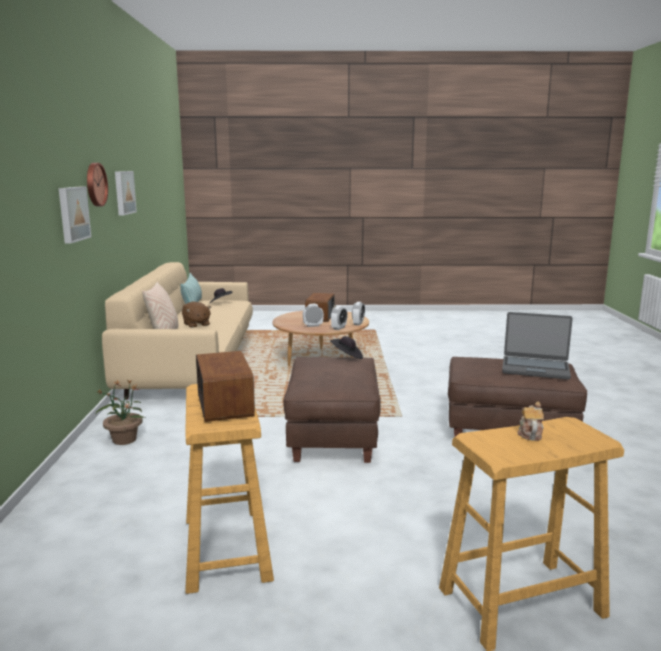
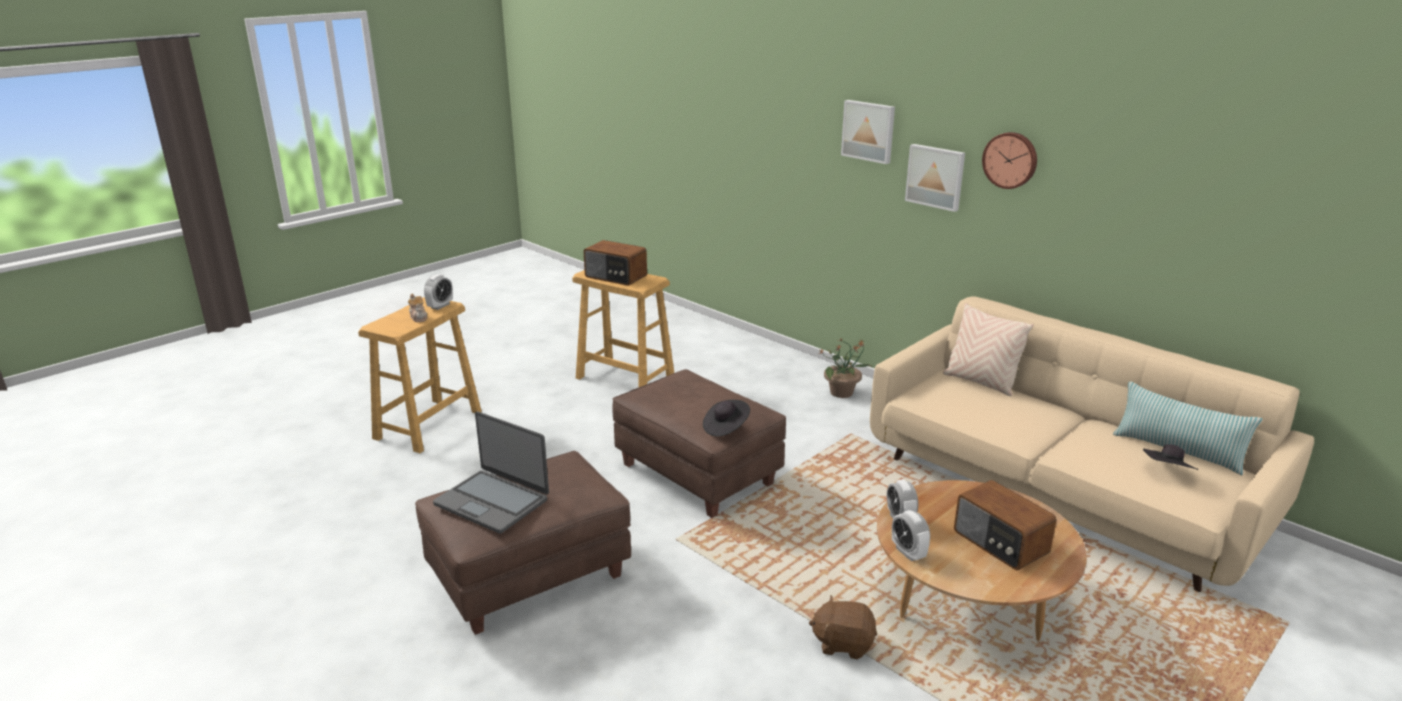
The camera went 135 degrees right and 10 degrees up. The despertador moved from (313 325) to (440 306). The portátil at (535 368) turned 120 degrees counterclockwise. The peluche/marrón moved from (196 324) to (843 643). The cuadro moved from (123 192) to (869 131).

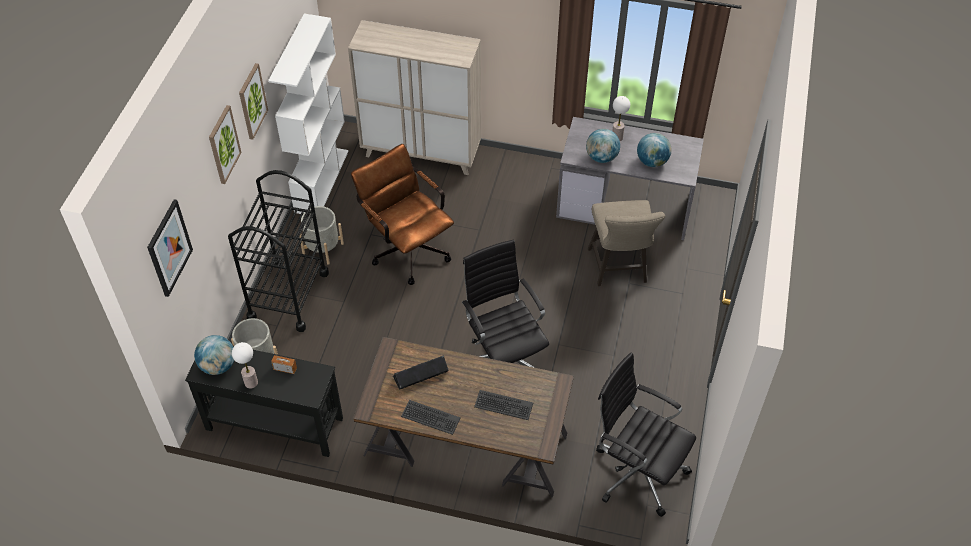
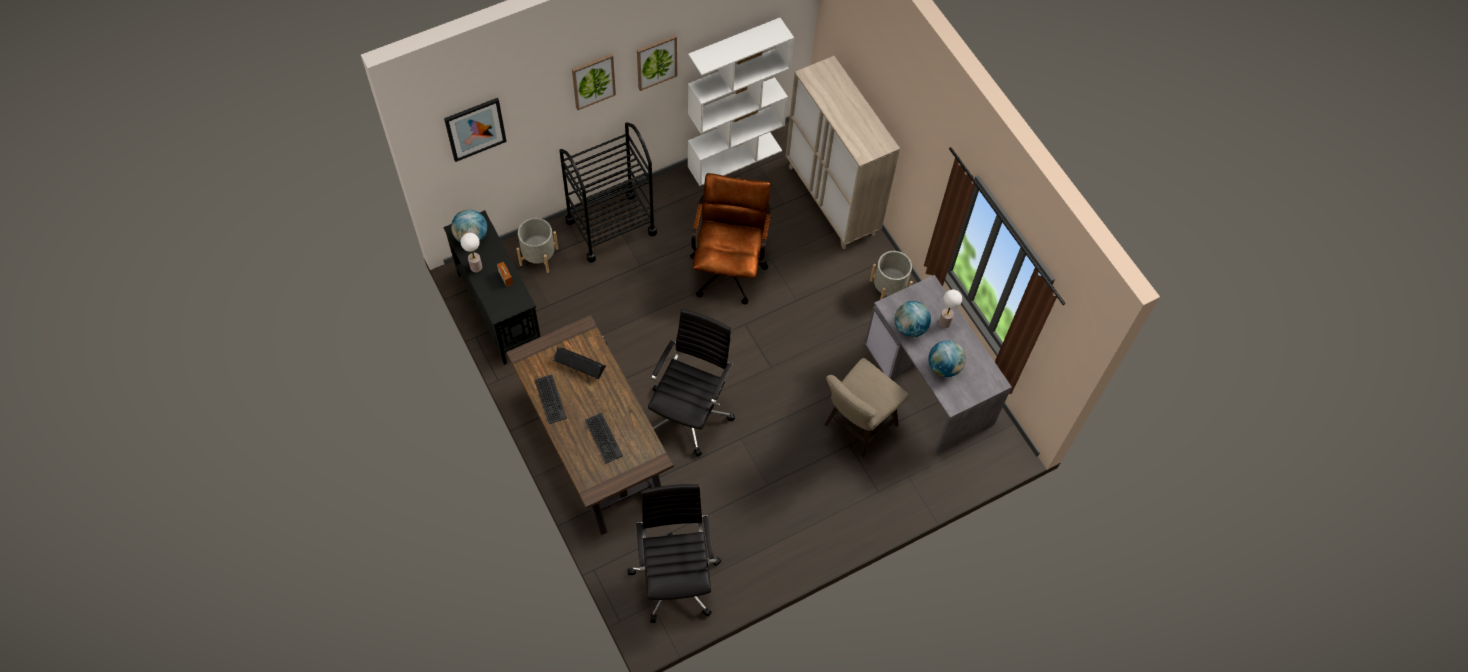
The camera went 45 degrees right and 10 degrees up. The maceta/gris moved from (323 249) to (888 289).

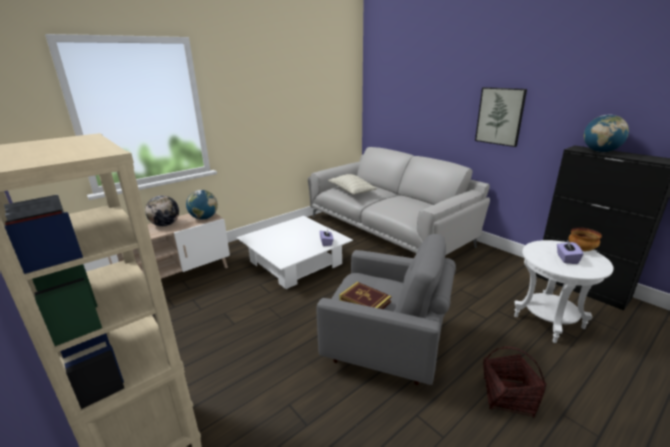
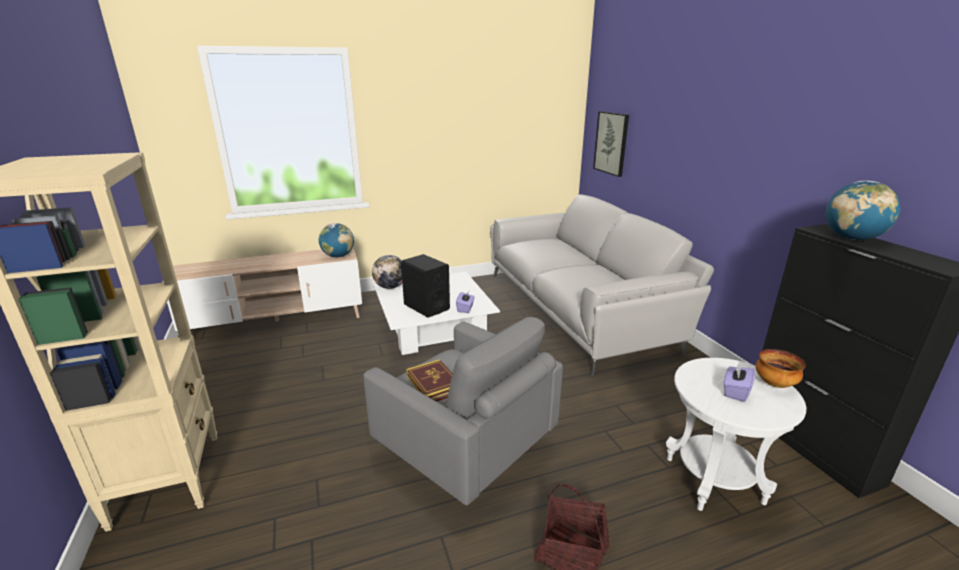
The camera went 20 degrees right and 0 degrees up. The globo terráqueo moved from (165 225) to (390 287). The altavoz/negro at (426 307) appeared. The cuadro moved from (500 116) to (611 143). The cojín at (351 191) disappeared.

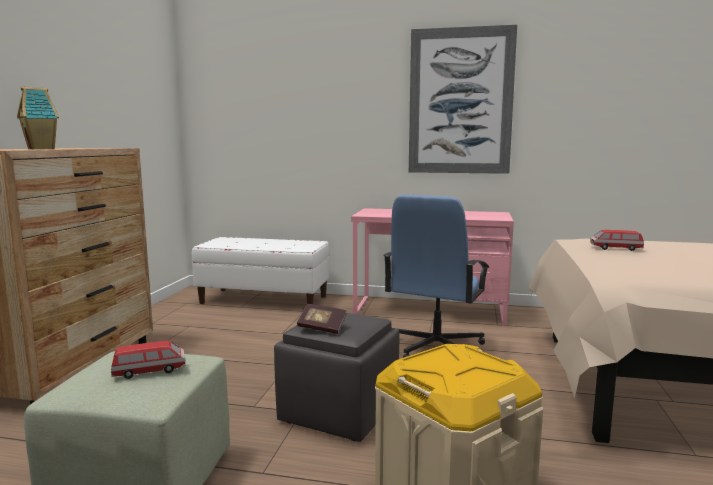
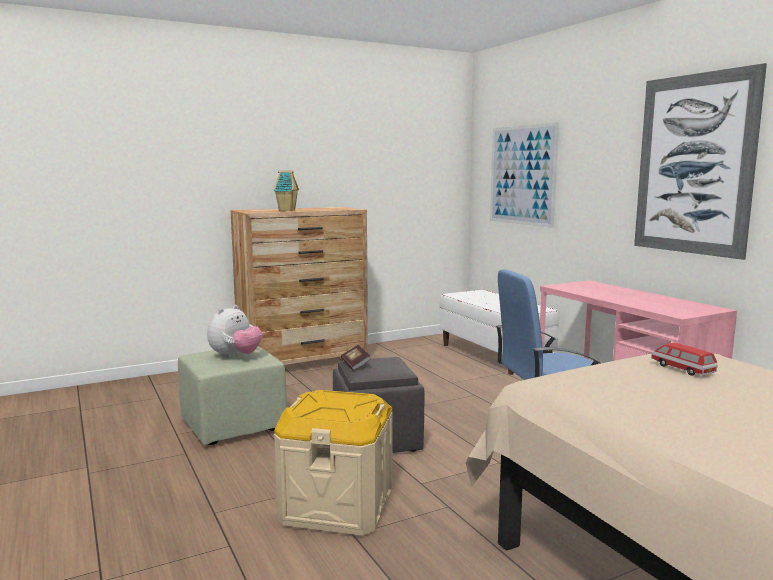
The camera went 50 degrees right and 0 degrees up. The coche de juguete at (150 371) was replaced by the peluche at (235 356). The cuadro at (522 175) appeared.

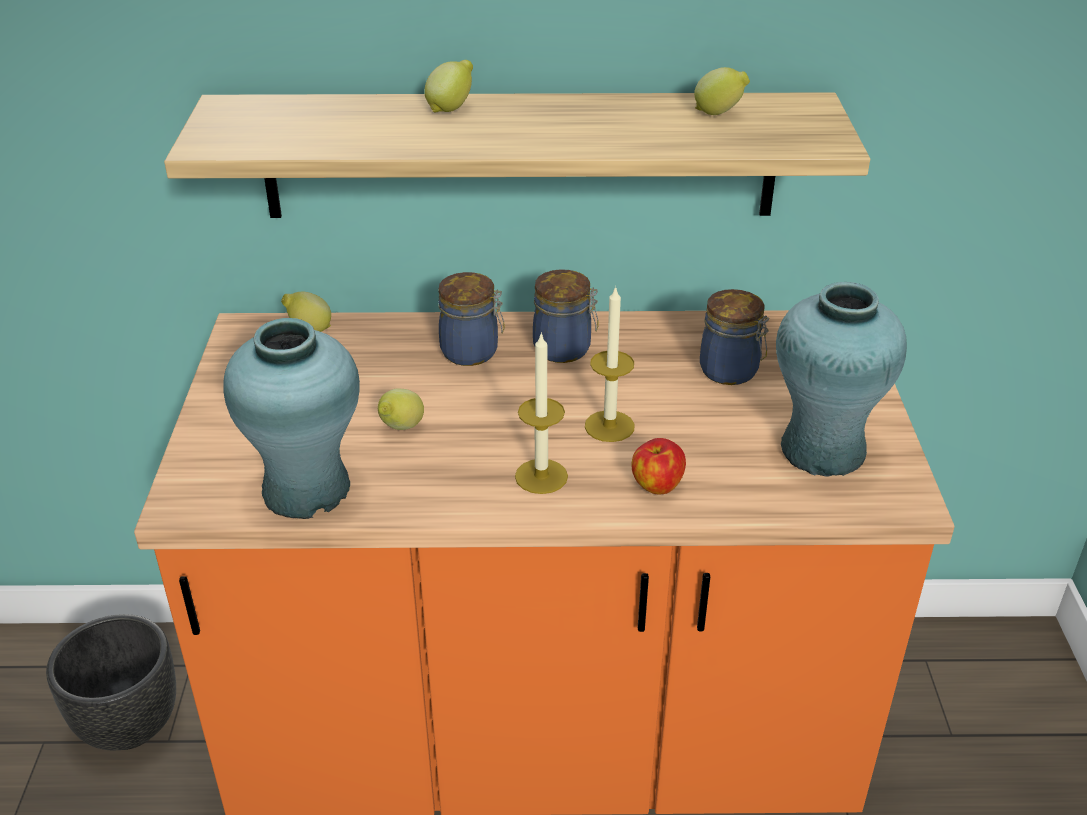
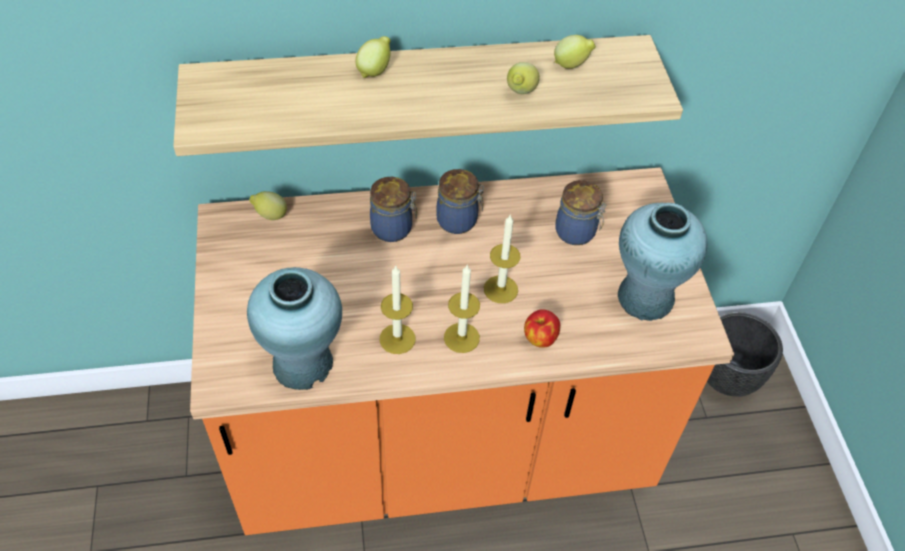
The camera went 10 degrees left and 15 degrees up. The vela at (397 339) appeared. The limón moved from (400 429) to (520 93). The maceta/negro moved from (130 727) to (727 379).

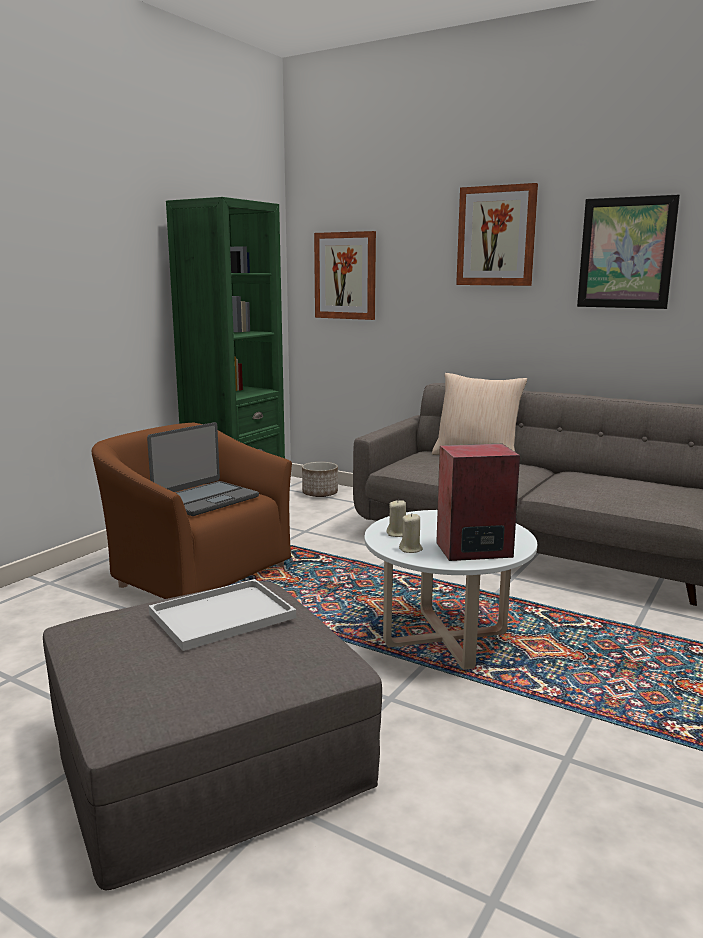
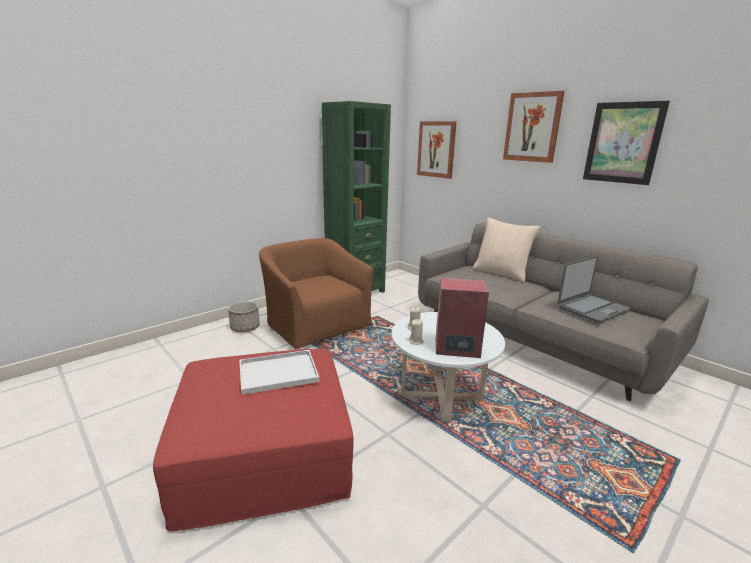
The camera went 15 degrees right and 5 degrees up. The puf/gris at (209 755) became the puf/rojo at (266 452). The maceta moved from (319 494) to (244 328). The portátil moved from (205 499) to (592 309).

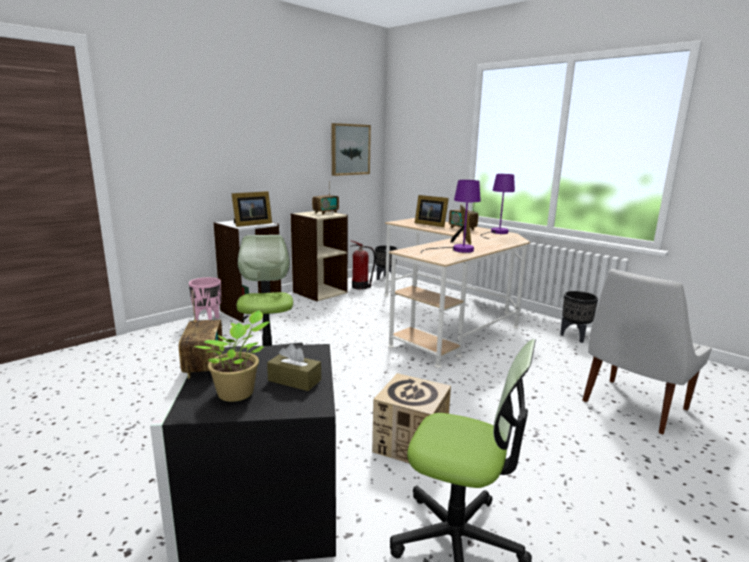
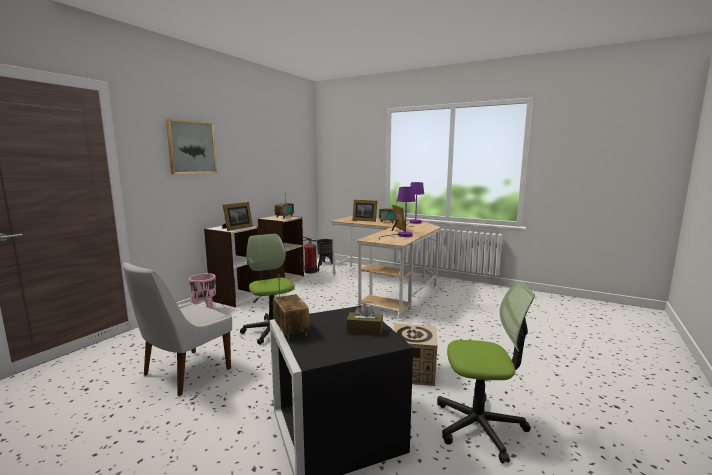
The camera went 15 degrees left and 5 degrees down. The silla/blanco moved from (632 406) to (184 373). The cuadro moved from (350 149) to (191 147). The planta en maceta at (238 393) disappeared. The maceta/negro at (574 337) disappeared.

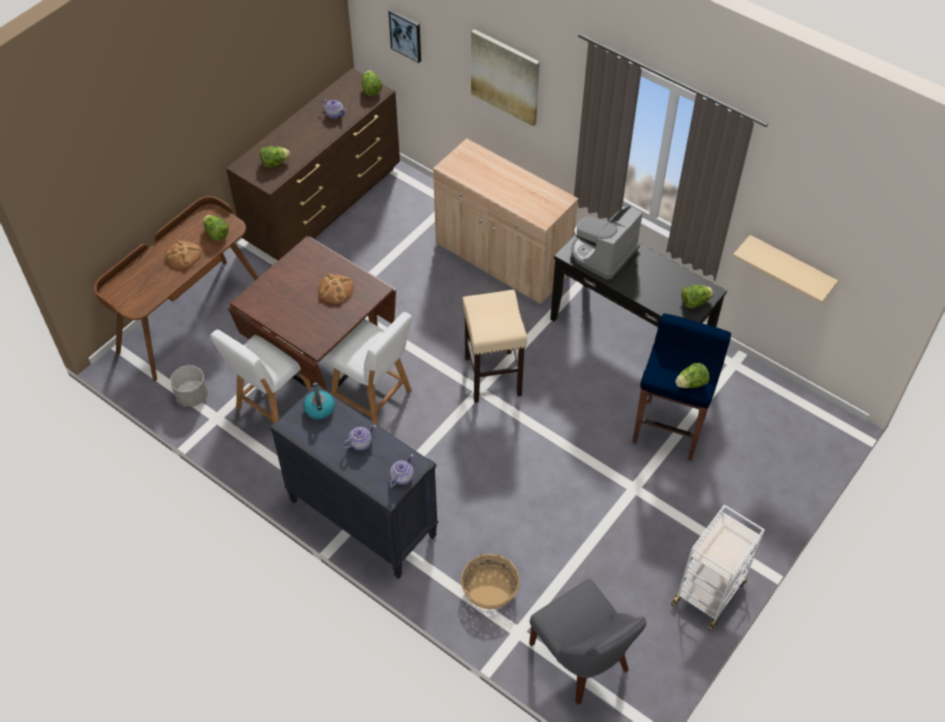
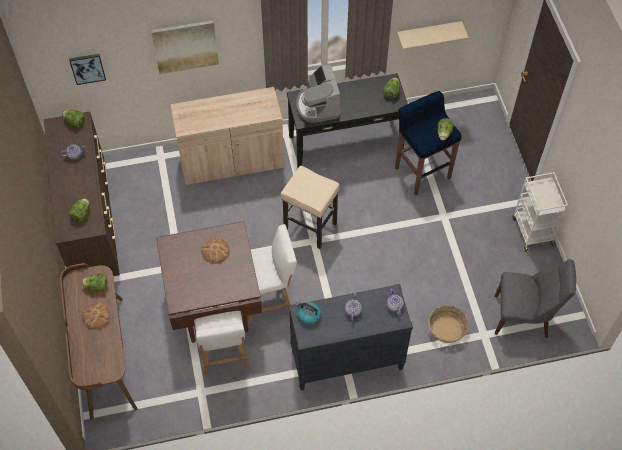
The camera went 50 degrees left and 5 degrees up. The maceta/gris at (192 396) disappeared.

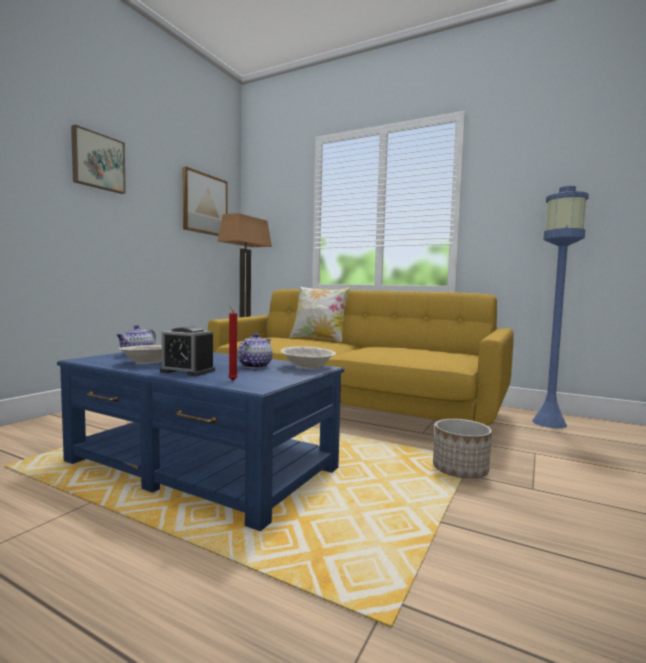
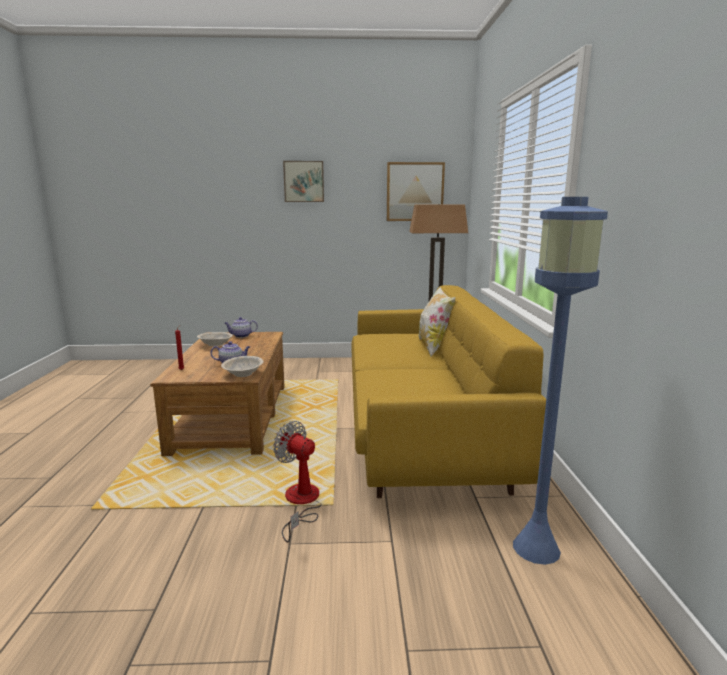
The camera went 60 degrees right and 10 degrees up. The mesa de centro/azul at (201 466) became the mesa de centro/marrón at (231 417). The maceta at (460 471) was replaced by the ventilador at (300 503). The despertador at (188 371) disappeared.

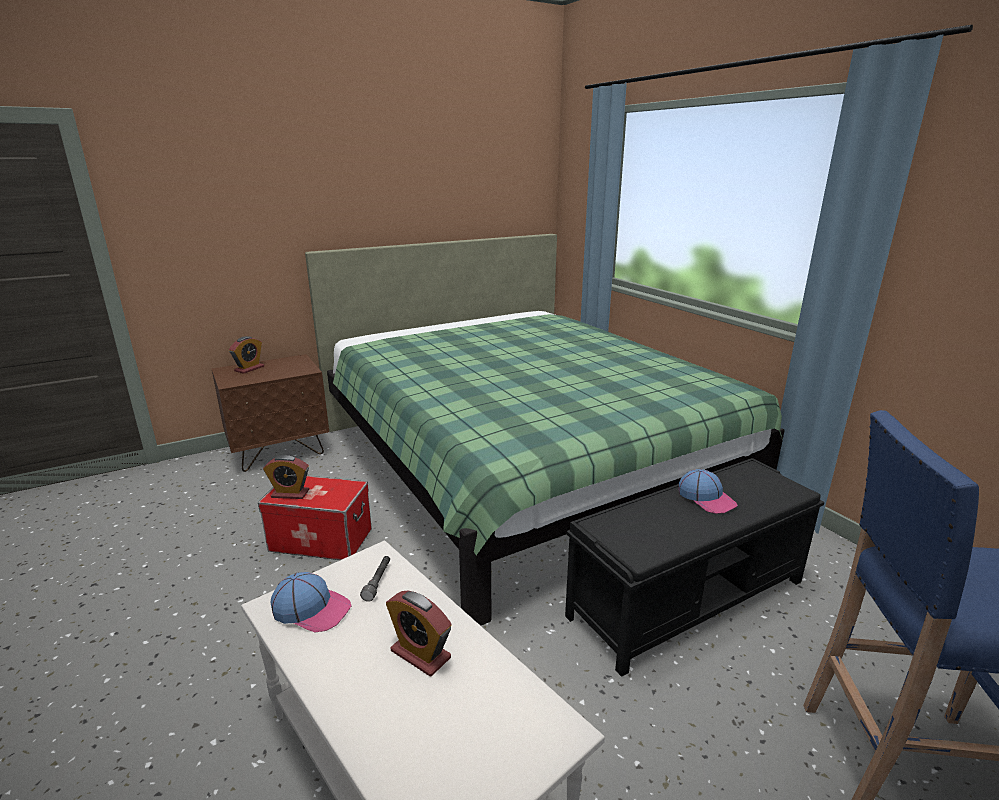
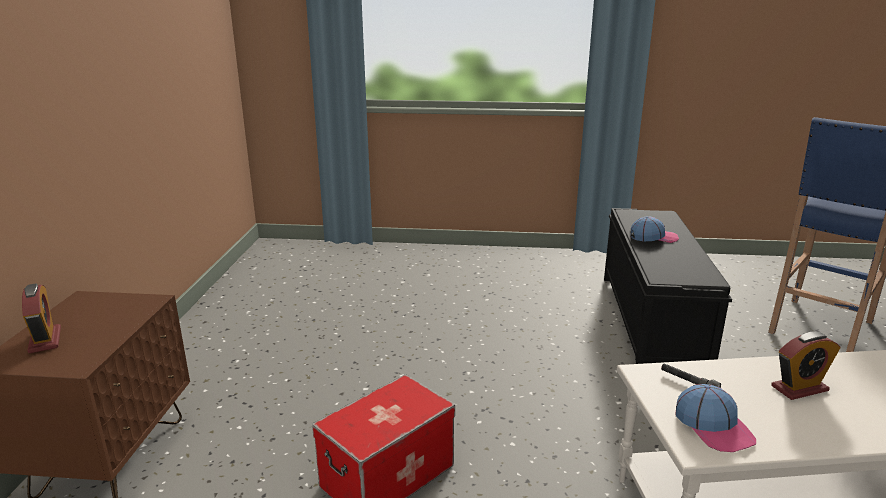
The camera went 55 degrees left and 0 degrees up. The gorra at (312 609) turned 105 degrees clockwise. The despertador at (290 494) disappeared. The cama/verde at (521 464) disappeared.

